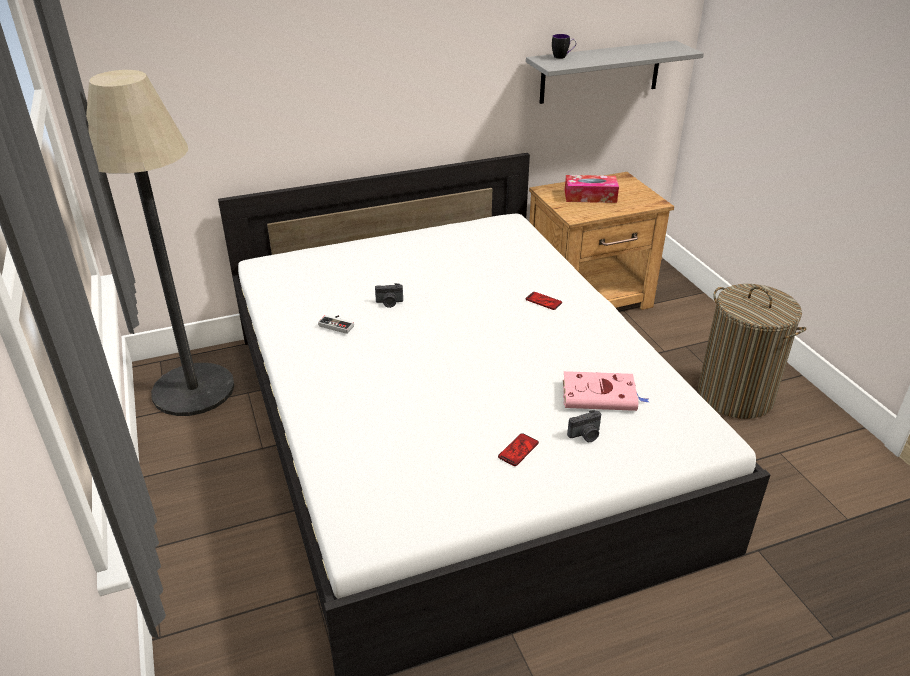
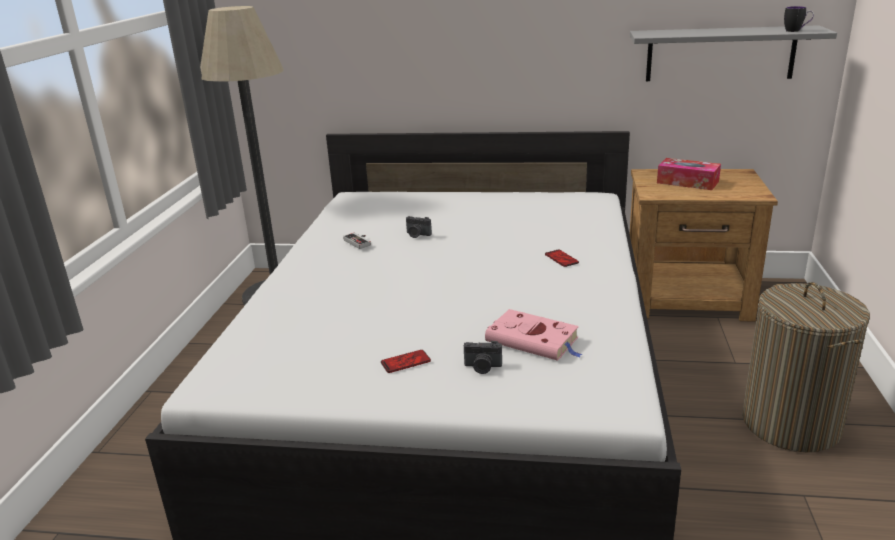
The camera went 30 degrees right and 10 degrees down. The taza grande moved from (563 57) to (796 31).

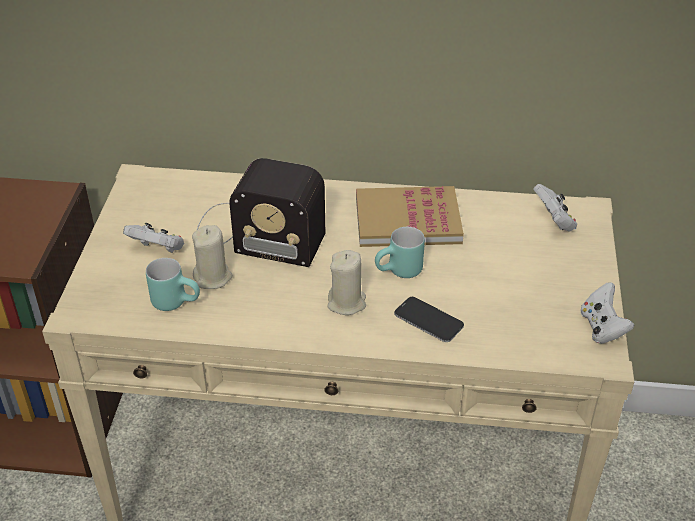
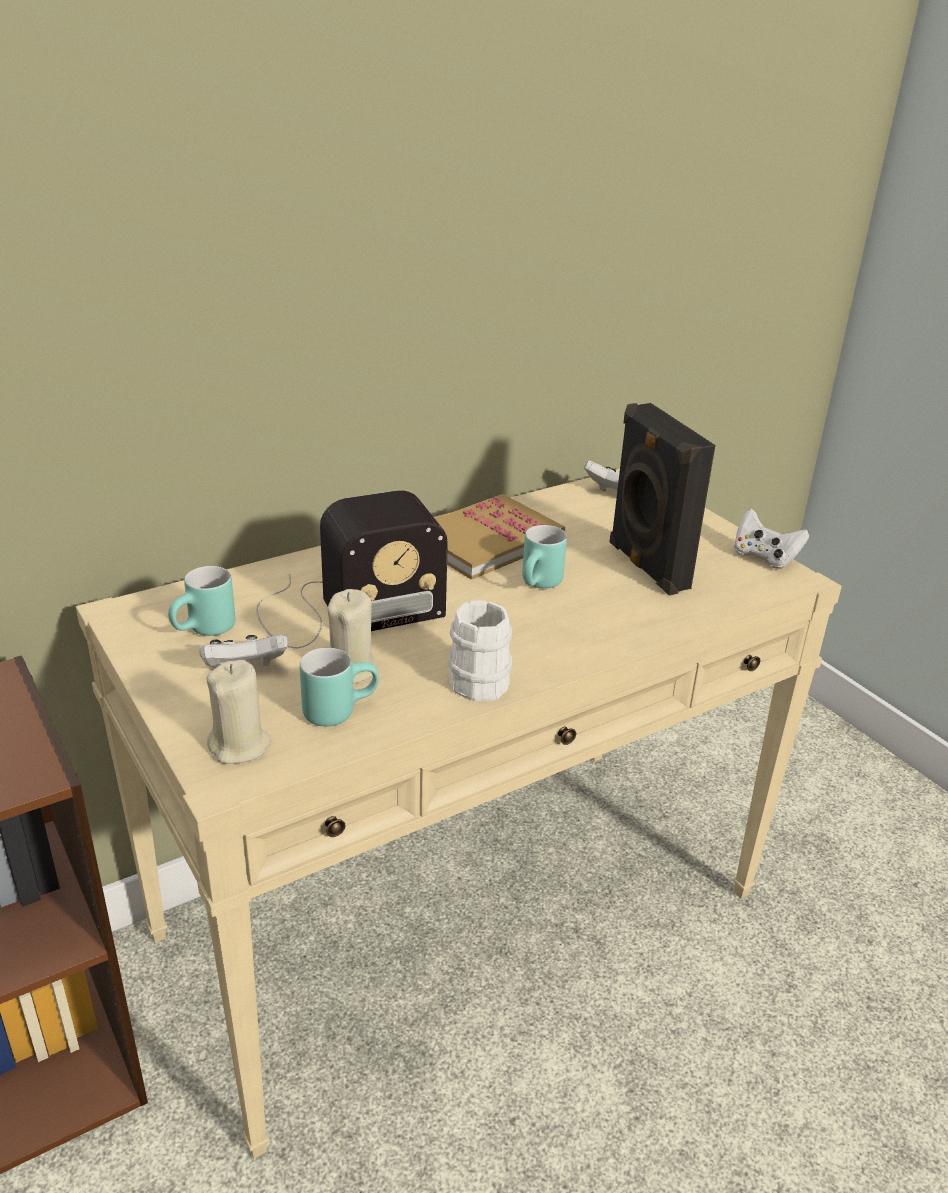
The camera went 40 degrees left and 10 degrees down. The taza grande/turquesa at (206 632) appeared. The vela/beis moved from (347 303) to (240 746). The taza grande/blanco at (477 677) appeared. The altavoz/negro at (645 567) appeared. The móvil at (428 320) disappeared.

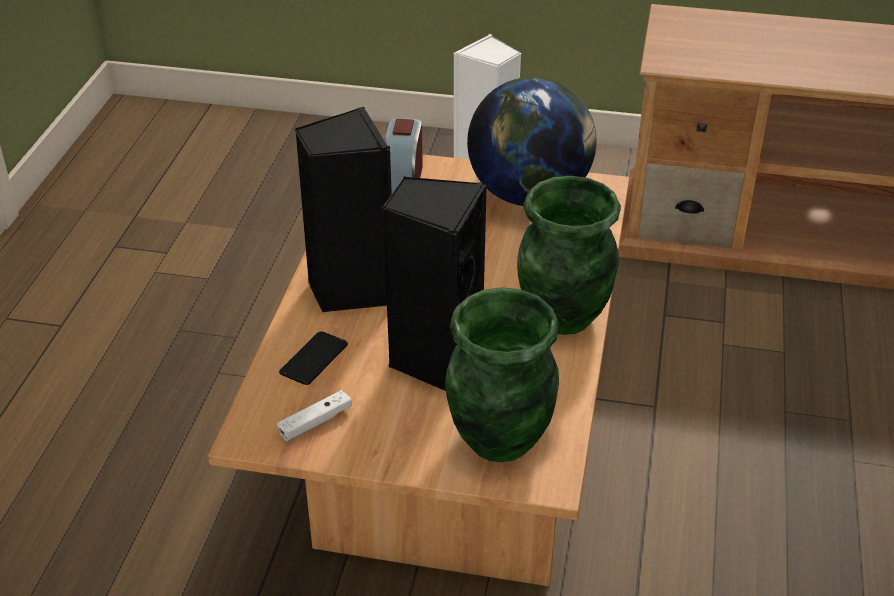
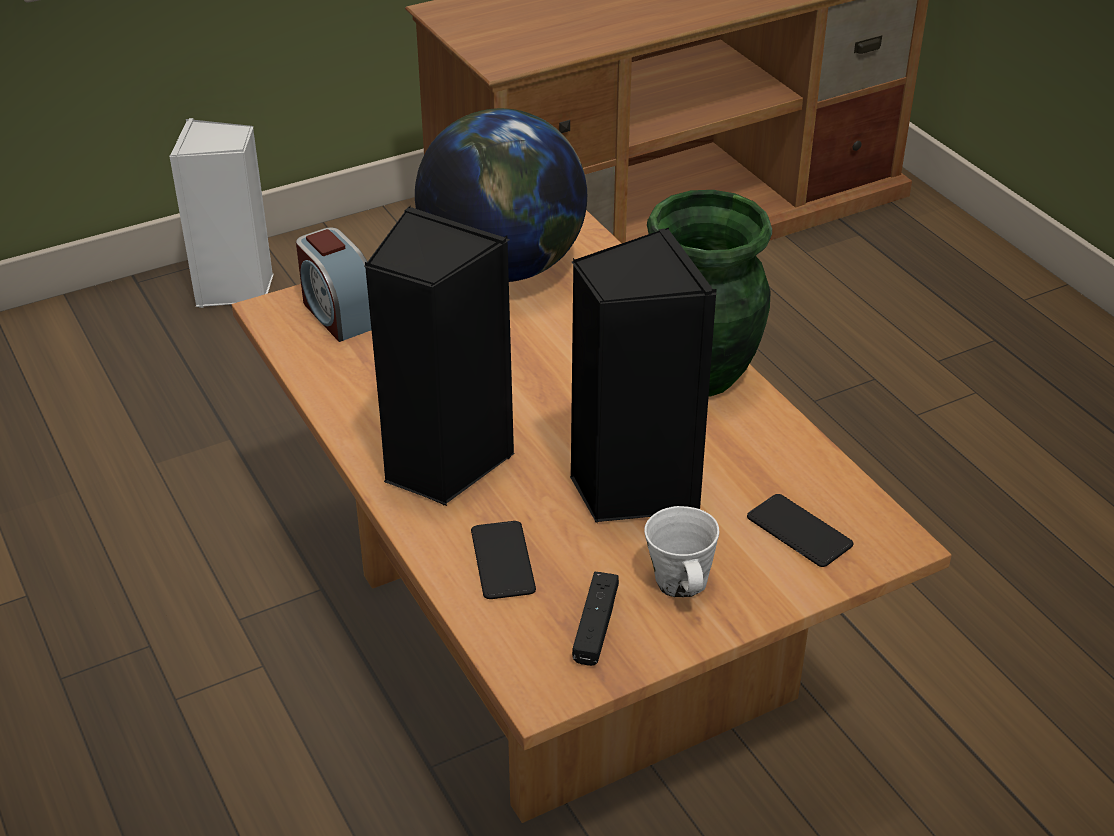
The camera went 40 degrees left and 0 degrees up. The mando de consola/blanco at (315 422) became the mando de consola/negro at (595 626). The taza grande/blanco at (681 584) appeared. The florero/verde at (499 440) was replaced by the móvil at (799 532).

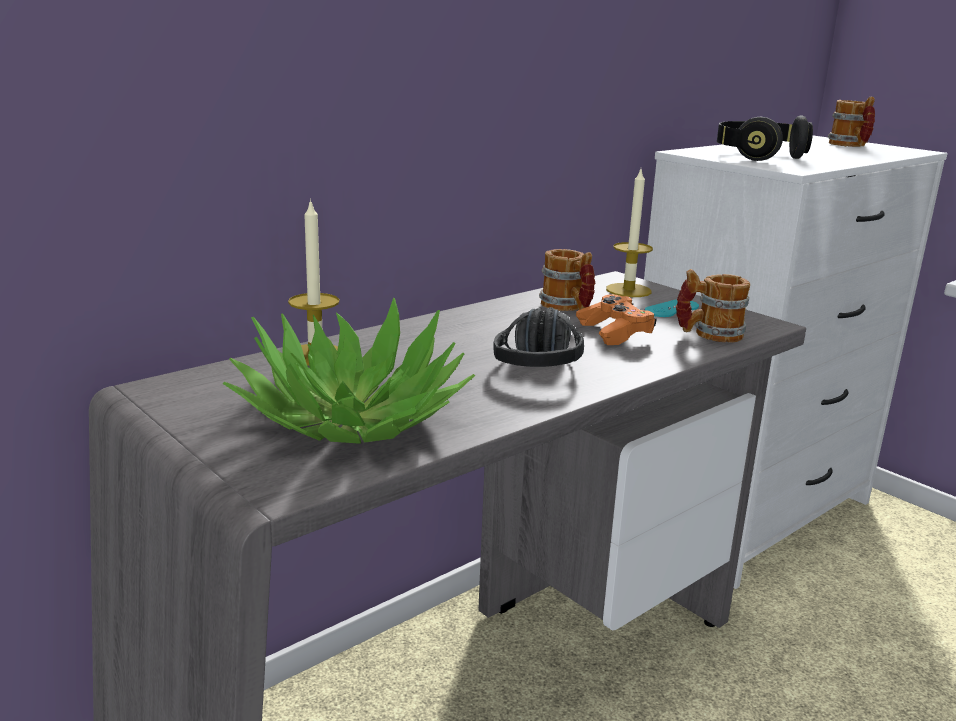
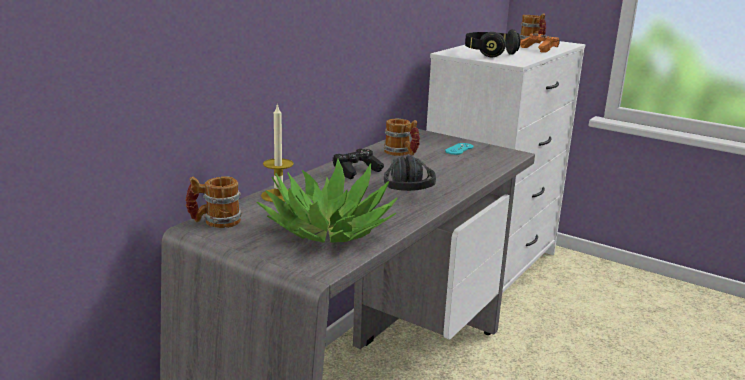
The camera went 15 degrees left and 0 degrees up. The taza grande moved from (708 334) to (215 222). The mando de consola/negro at (357 171) appeared. The mando de consola/naranja moved from (614 333) to (539 49). The vela at (628 290) disappeared.

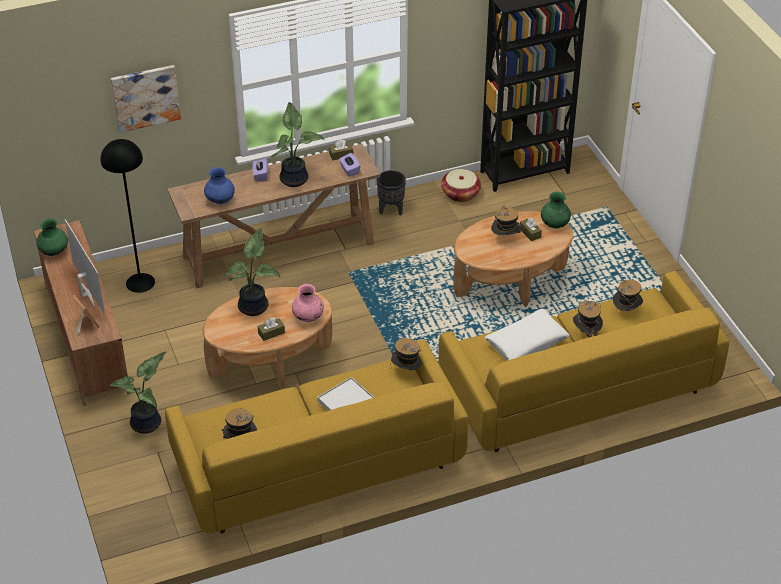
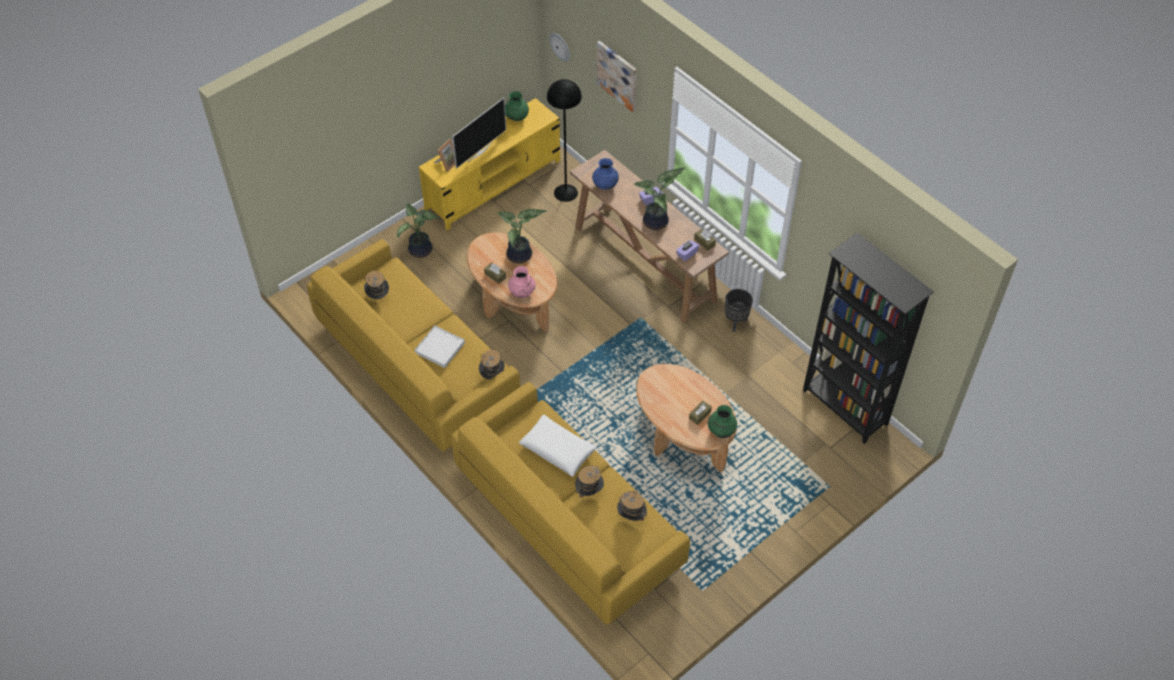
The camera went 70 degrees right and 10 degrees up. The mueble de televisión/marrón at (86 337) became the mueble de televisión/amarillo at (494 184). The reloj de pared at (560 46) appeared. The cesta at (460 193) disappeared. The sombrero at (505 238) disappeared.

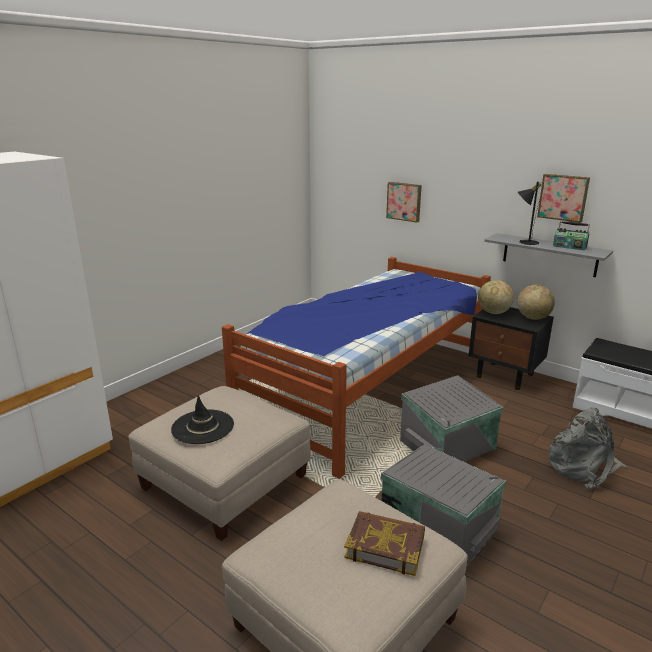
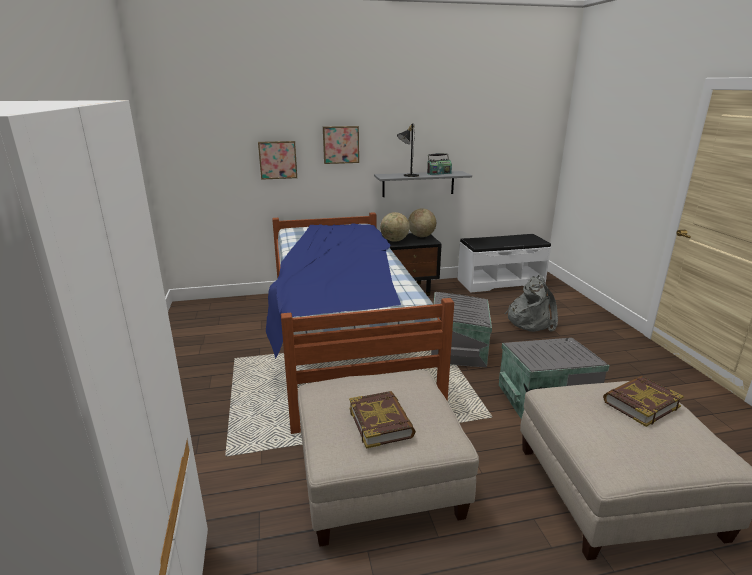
The camera went 50 degrees left and 0 degrees up. The cuadro moved from (563 197) to (340 144). The sombrero/negro at (203 427) was replaced by the libro at (381 423).

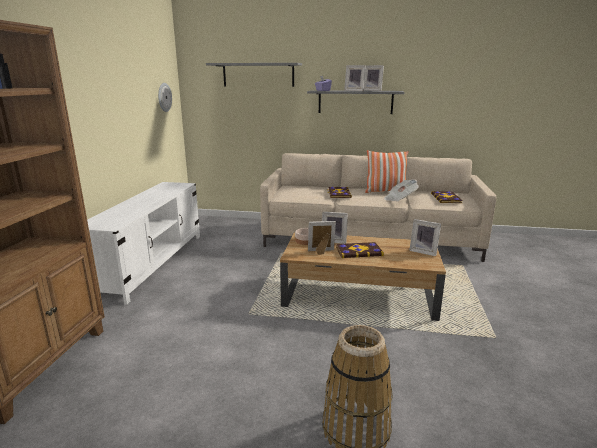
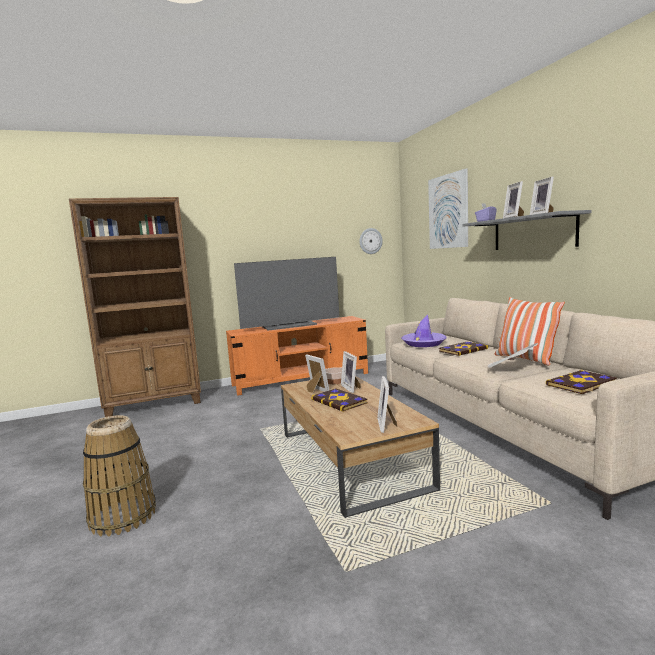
The camera went 60 degrees right and 10 degrees down. The mueble de televisión/blanco at (152 263) became the mueble de televisión/naranja at (301 379). The televisor at (290 325) appeared. The sombrero/morado at (423 343) appeared. The estante/gris at (258 75) was replaced by the cuadro at (448 211).

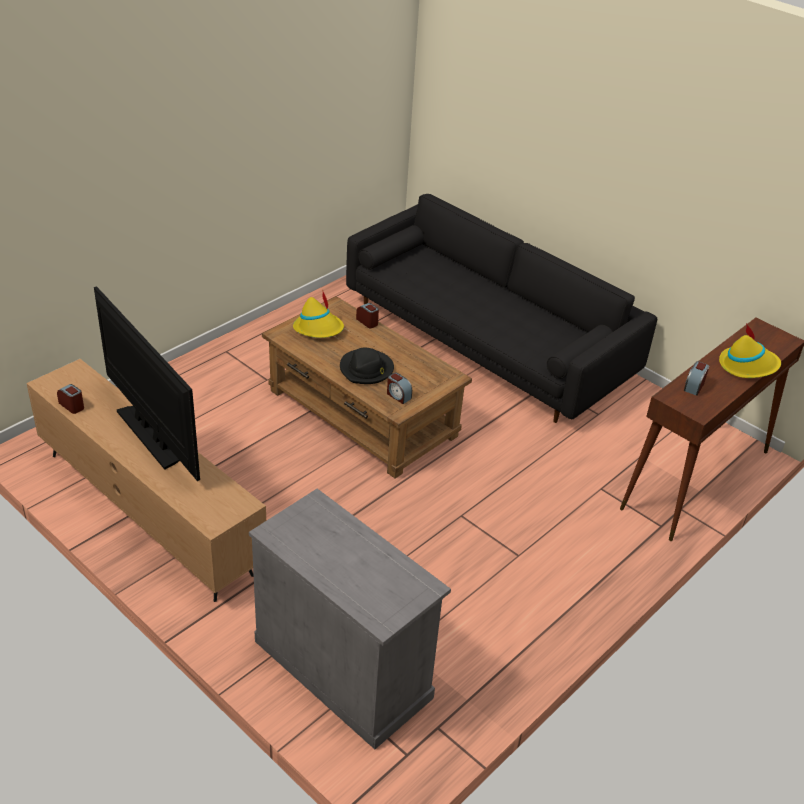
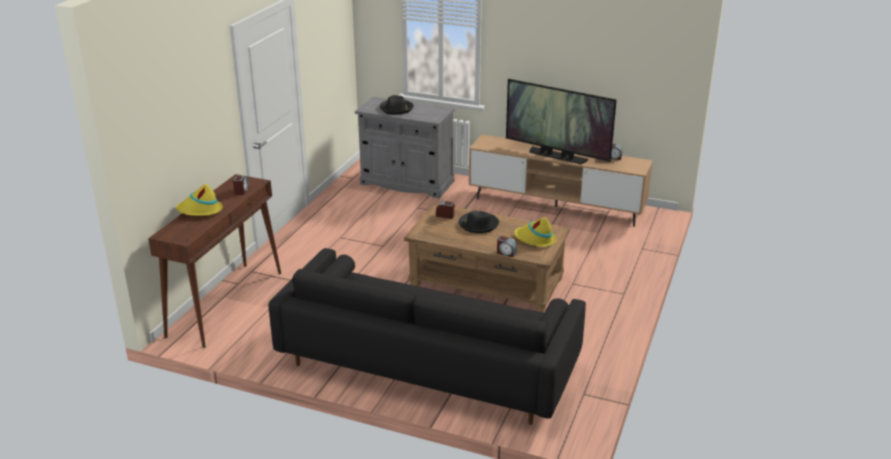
The camera went 160 degrees right and 10 degrees down. The sombrero/negro at (396 108) appeared.

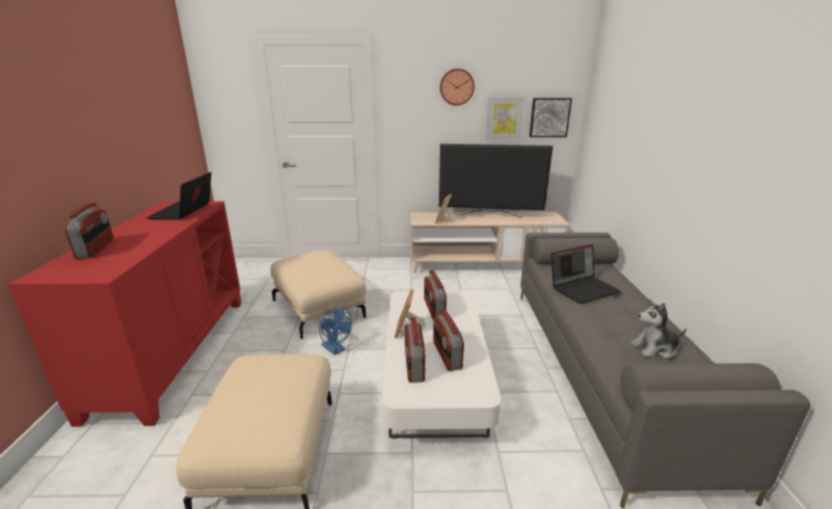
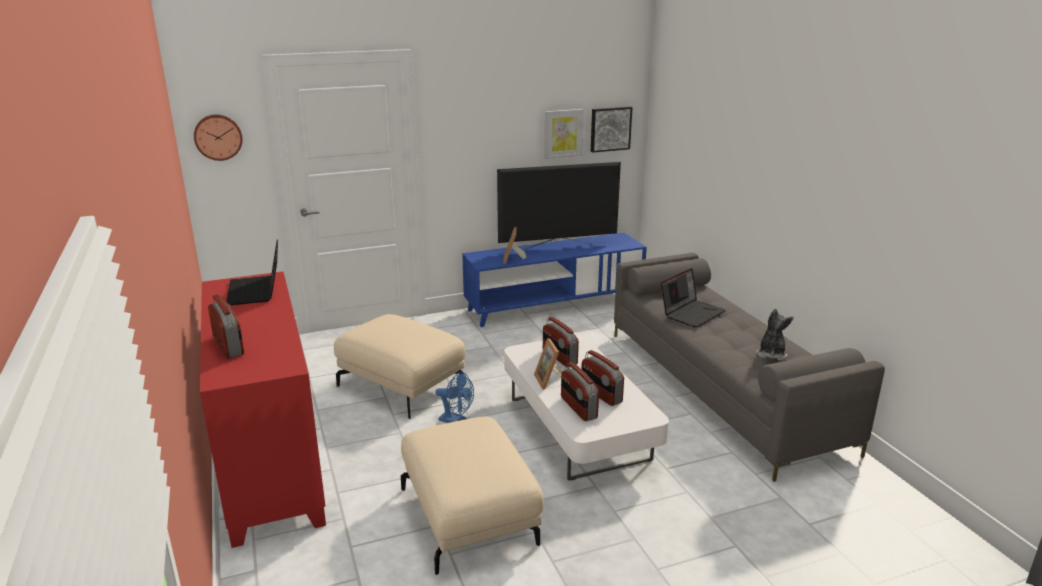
The camera went 20 degrees left and 0 degrees up. The reloj de pared moved from (456 87) to (218 137). The mueble de televisión/beis at (483 265) became the mueble de televisión/azul at (554 305). The peluche at (655 348) turned 135 degrees clockwise.

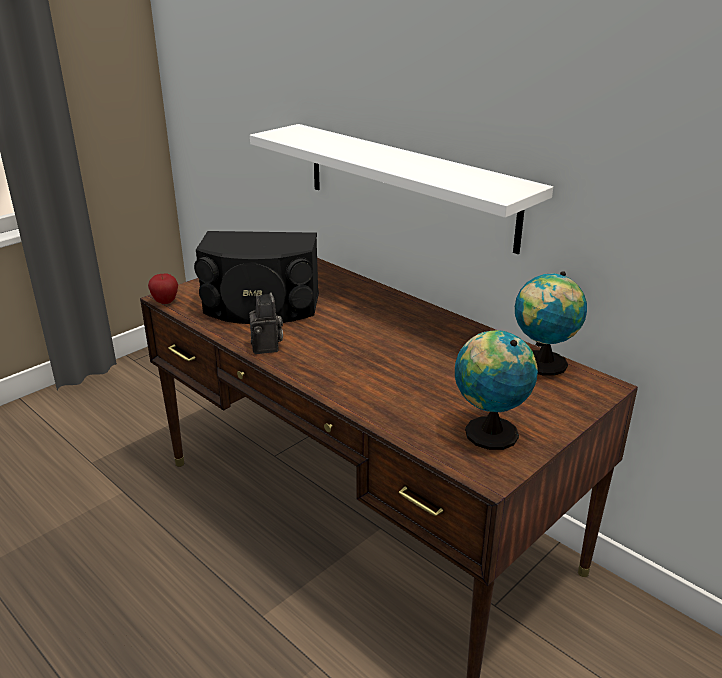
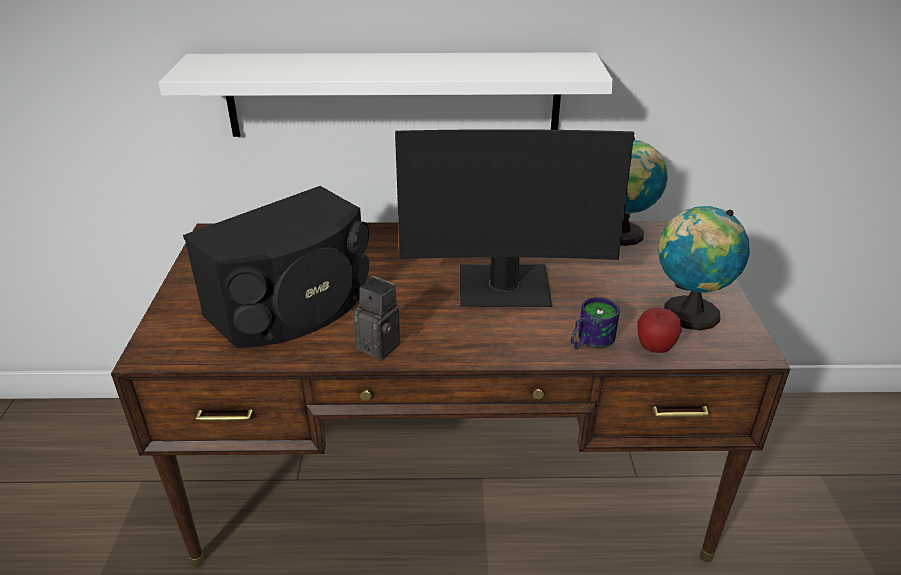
The camera went 45 degrees left and 5 degrees up. The monitor at (504 288) appeared. The taza grande at (588 340) appeared. The manzana moved from (165 302) to (654 348).

